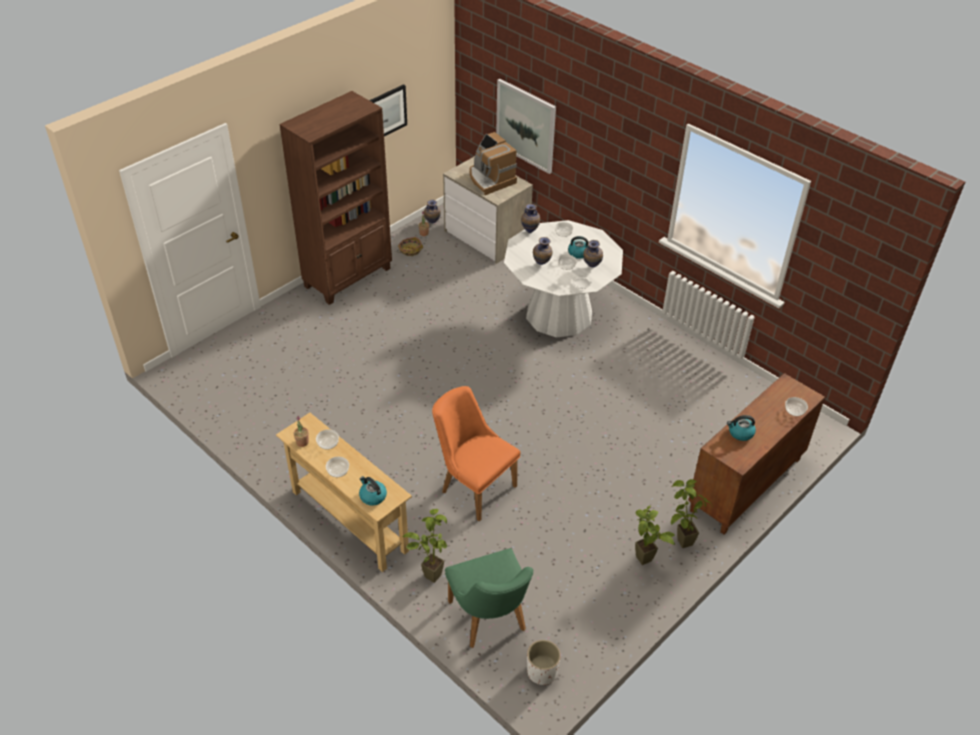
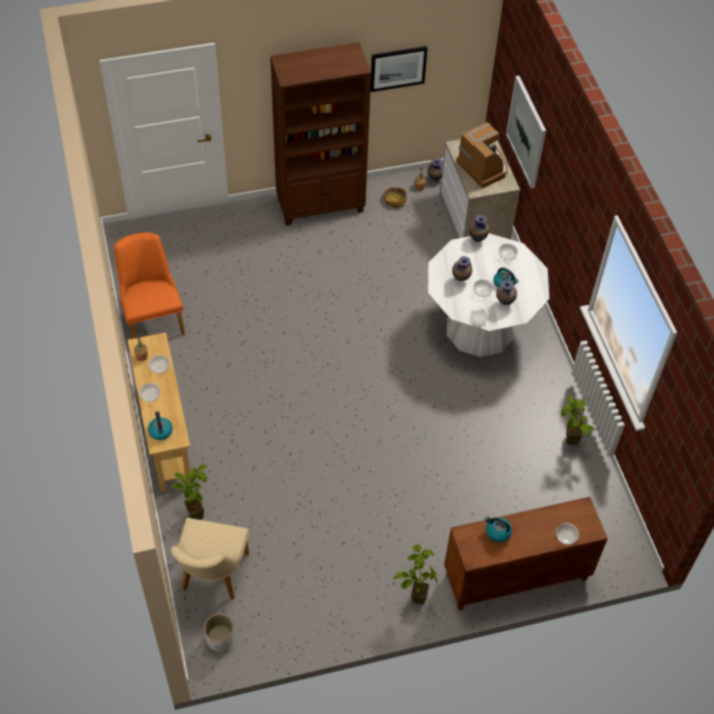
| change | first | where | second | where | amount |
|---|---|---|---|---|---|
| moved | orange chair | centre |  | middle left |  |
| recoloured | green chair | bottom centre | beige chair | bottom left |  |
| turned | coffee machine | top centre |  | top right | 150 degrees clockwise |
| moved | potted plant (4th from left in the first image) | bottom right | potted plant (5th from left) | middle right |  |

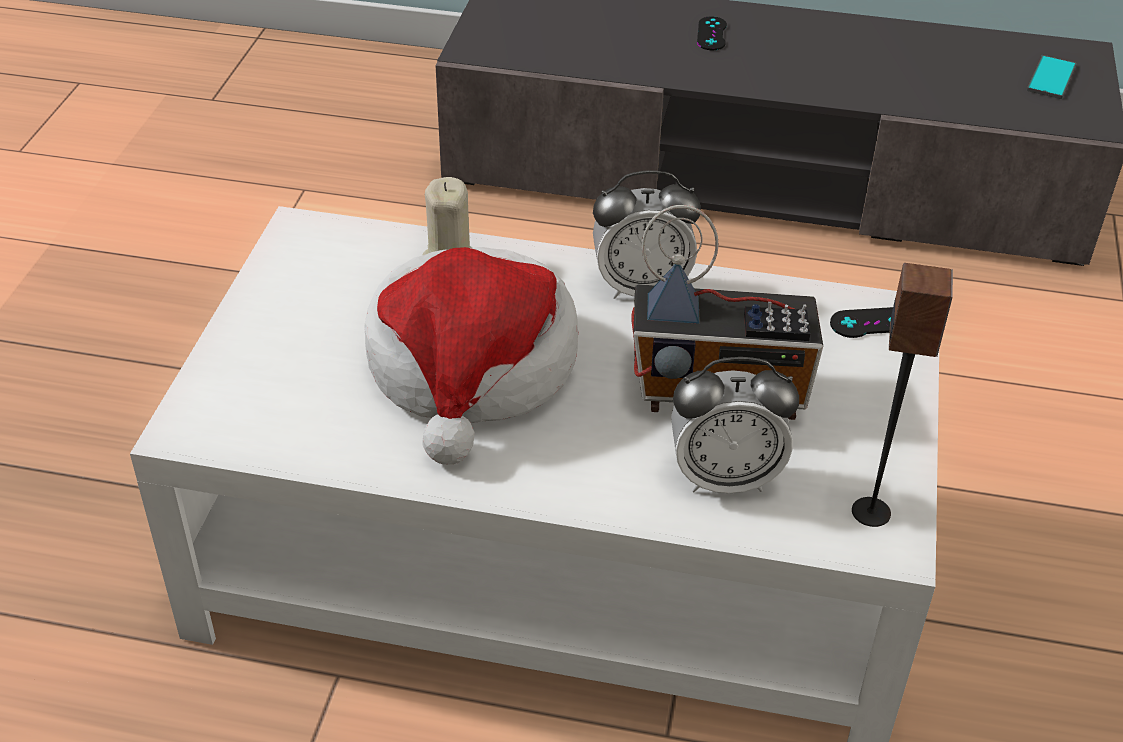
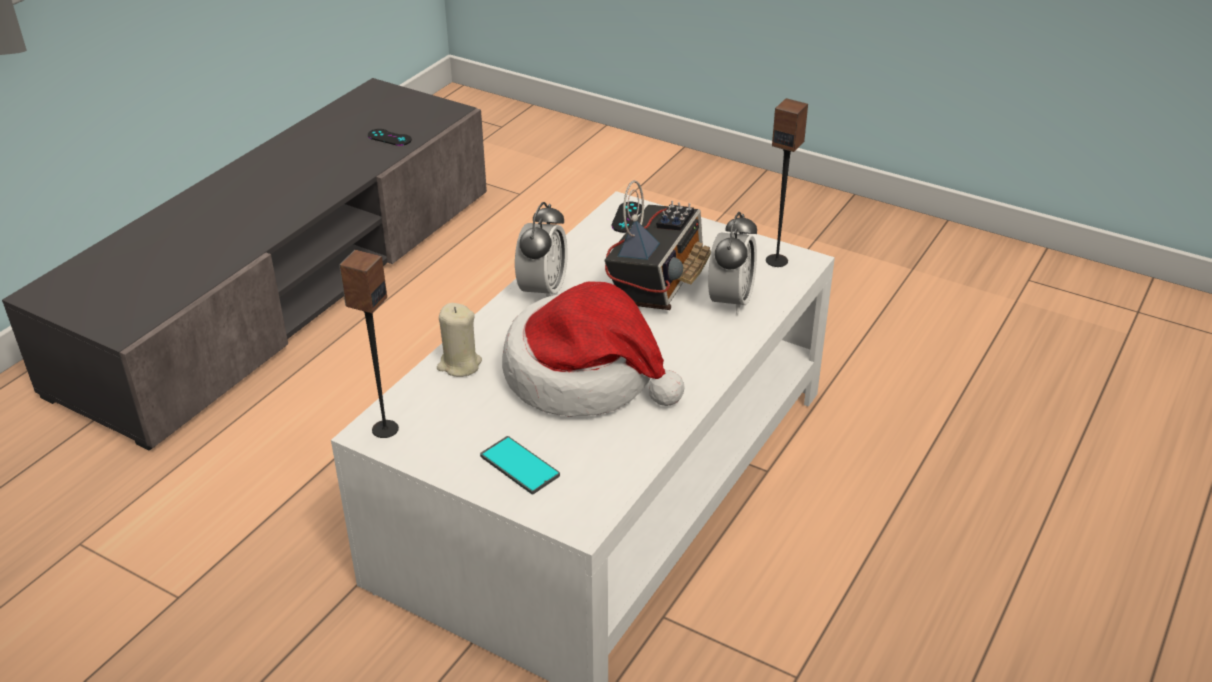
| change | first | where | second | where | amount |
|---|---|---|---|---|---|
| added |  |  | speaker (1st from left) | middle left |  |
| moved | black game controller (1st from left) | top centre |  | top left |  |
| moved | phone | top right |  | bottom centre |  |

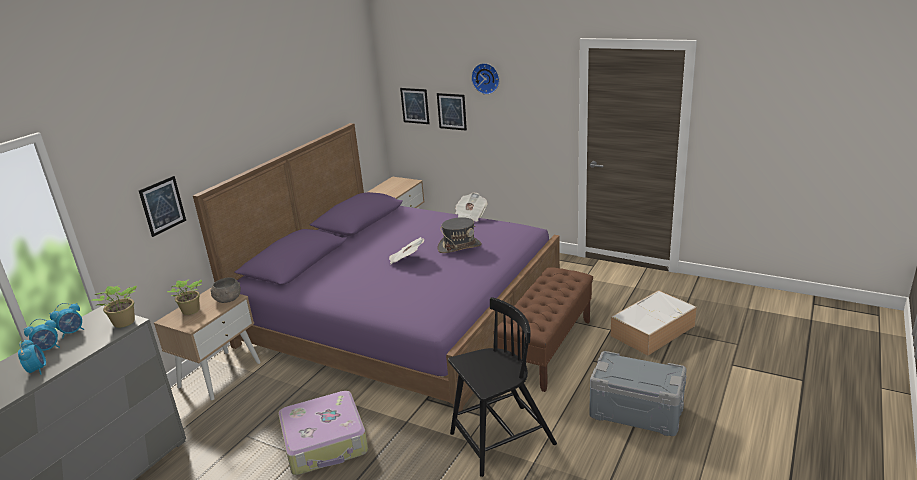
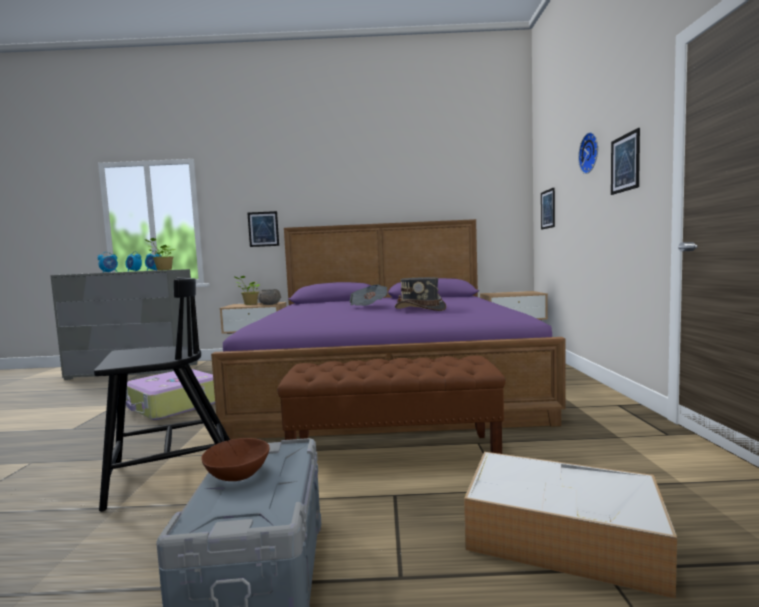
| change | first | where | second | where | amount |
|---|---|---|---|---|---|
| turned | black chair | bottom centre |  | middle left | 60 degrees counterclockwise |
| added |  |  | brown bowl | bottom left |  |
| moved | picture (3rd from left) | top centre |  | top right |  |
| removed | newspaper (2nd from left) | centre |  |  |  |

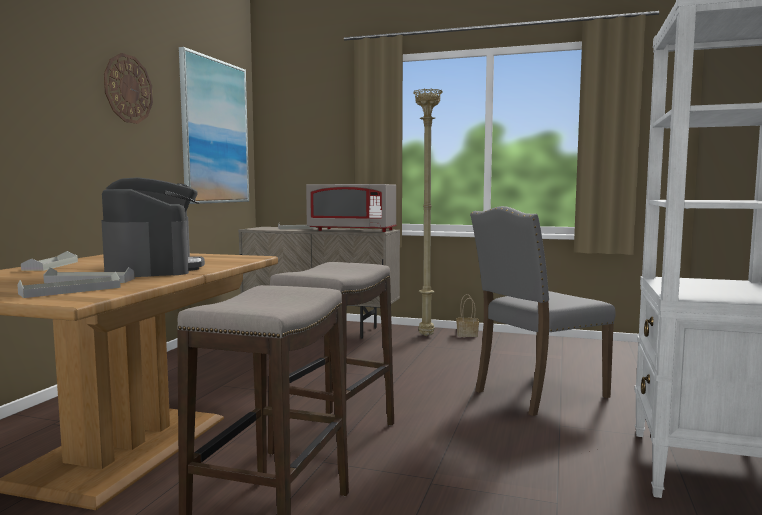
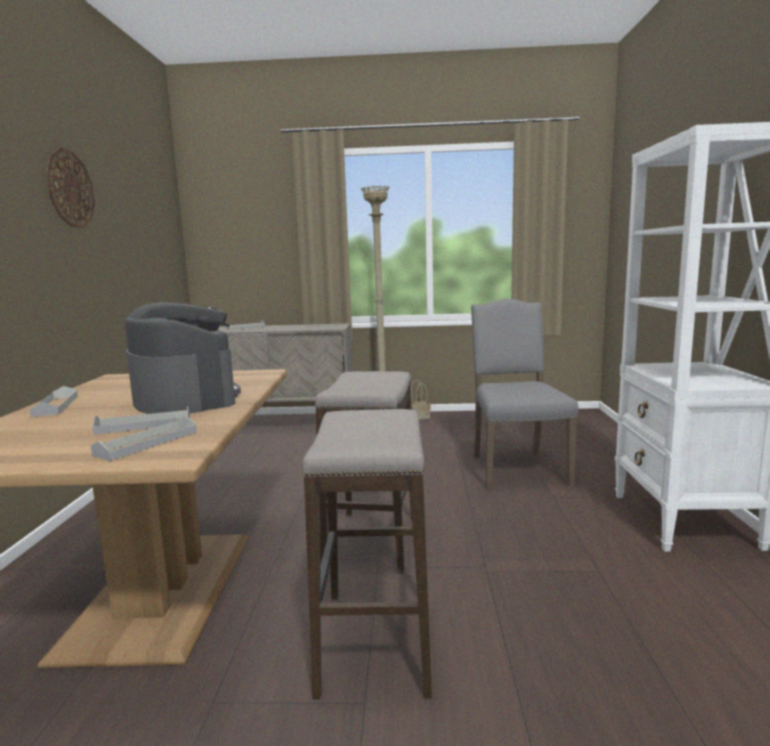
| change | first | where | second | where | amount |
|---|---|---|---|---|---|
| turned | grey chair | middle right |  | middle right | 135 degrees clockwise |
| removed | picture | top left |  |  |  |
| removed | grey microwave | centre |  |  |  |

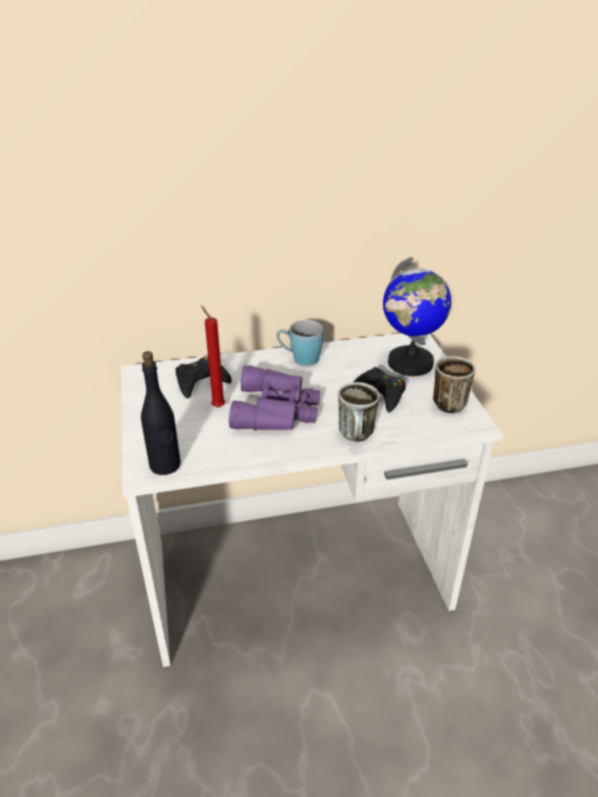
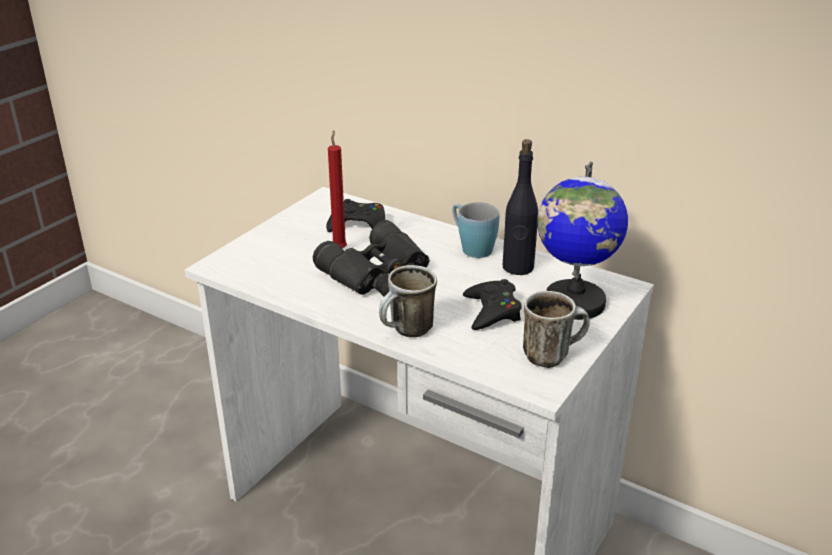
| change | first | where | second | where | amount |
|---|---|---|---|---|---|
| recoloured | purple binoculars | centre | black binoculars | centre |  |
| moved | black bottle | middle left |  | centre |  |

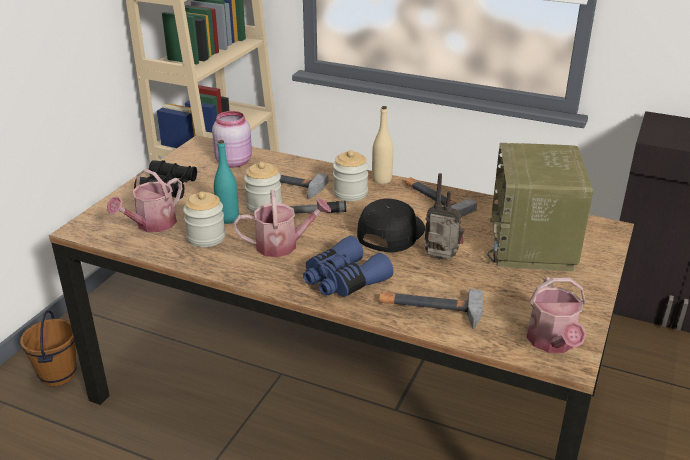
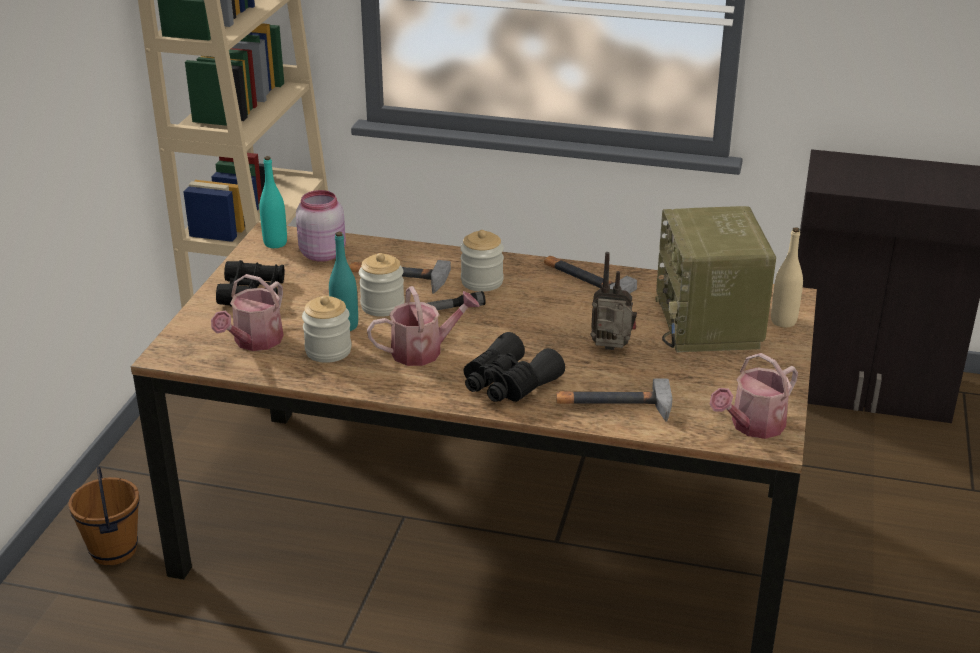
| change | first | where | second | where | amount |
|---|---|---|---|---|---|
| added |  |  | turquoise bottle (1st from left) | top left |  |
| recoloured | blue binoculars | centre | black binoculars (2nd from left) | centre |  |
| turned | watering can (3rd from left) | bottom right |  | middle right | 60 degrees clockwise |
| moved | beige bottle | top centre |  | middle right |  |
| removed | black cap | centre |  |  |  |

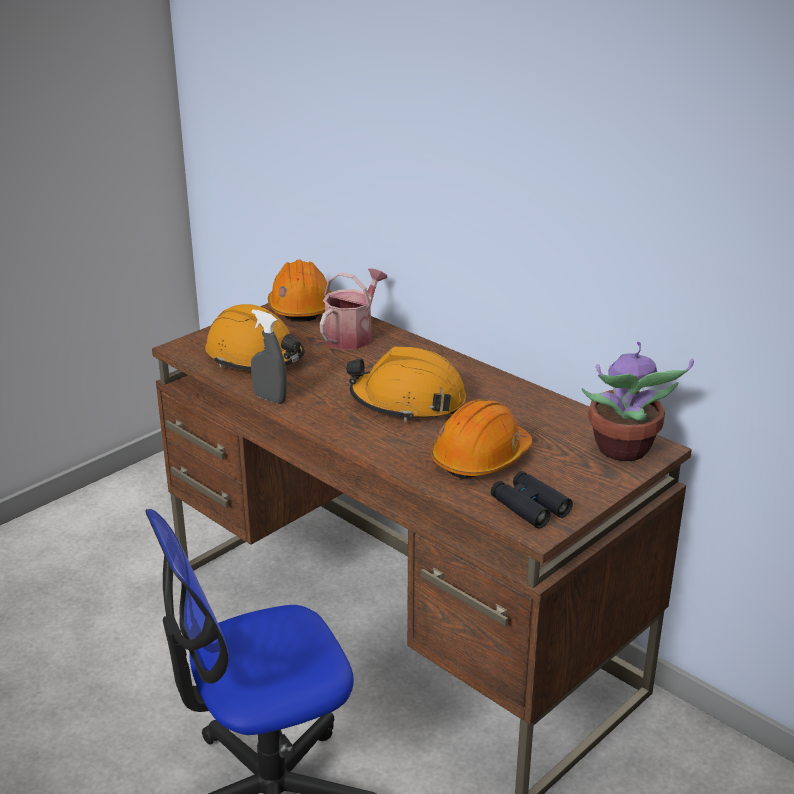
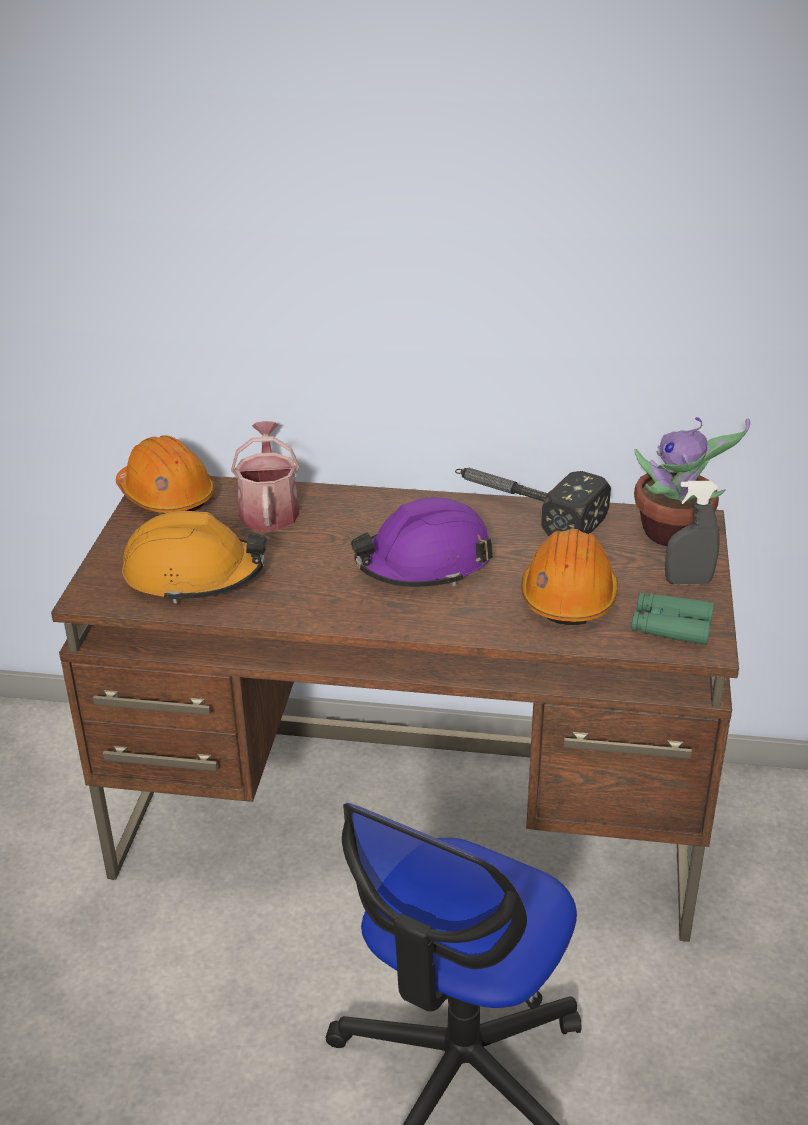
| change | first | where | second | where | amount |
|---|---|---|---|---|---|
| recoloured | orange hard hat (3rd from left) | centre | purple hard hat | centre |  |
| added |  |  | hammer | centre |  |
| recoloured | black binoculars | middle right | green binoculars | middle right |  |
| moved | grey spray bottle | centre |  | middle right |  |

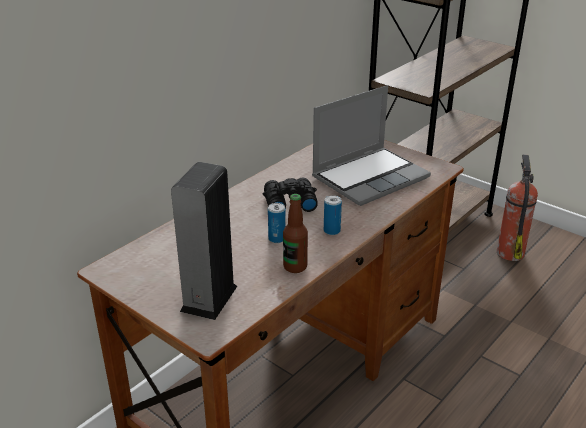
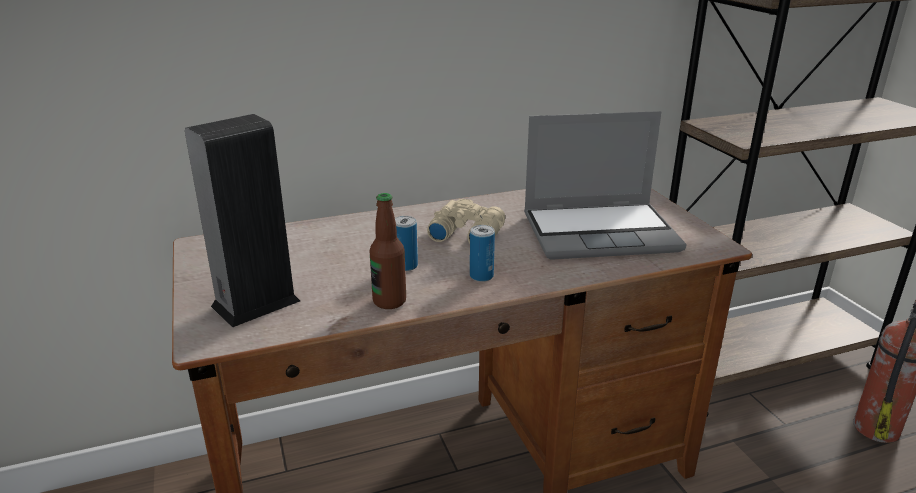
| change | first | where | second | where | amount |
|---|---|---|---|---|---|
| recoloured | black binoculars | centre | beige binoculars | centre |  |

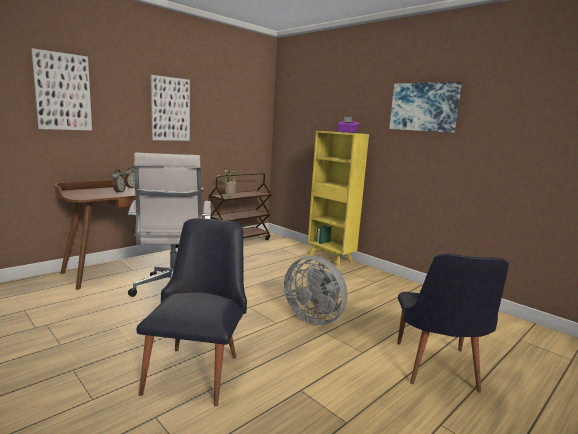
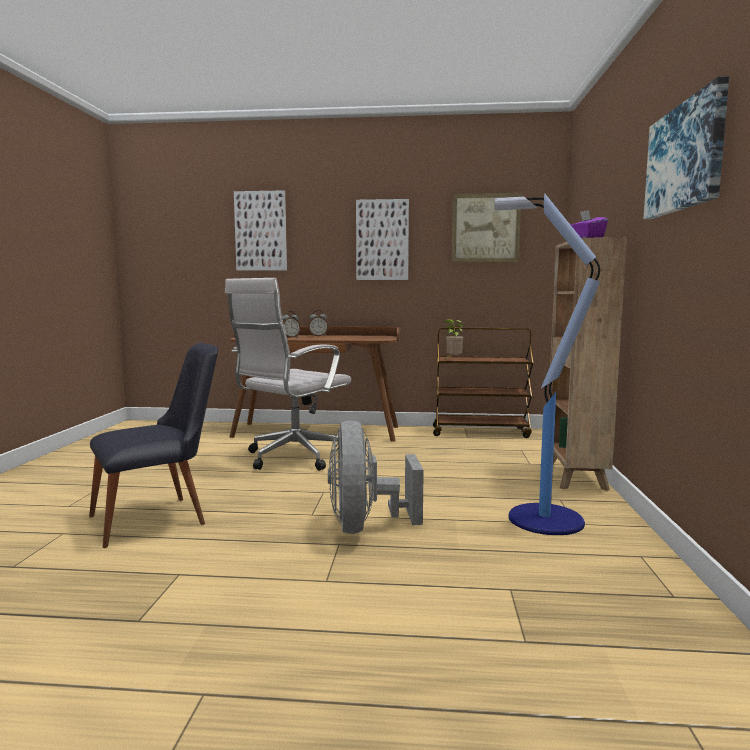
| change | first | where | second | where | amount |
|---|---|---|---|---|---|
| added |  |  | picture (3rd from left) | top centre |  |
| added |  |  | floor lamp | middle right |  |
| recoloured | yellow bookcase | centre | brown bookcase | middle right |  |
| removed | black chair (2nd from left) | bottom right |  |  |  |

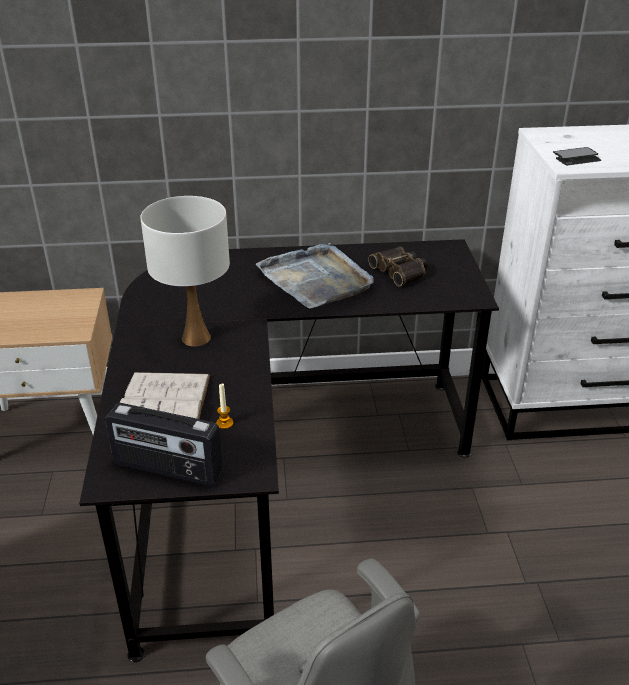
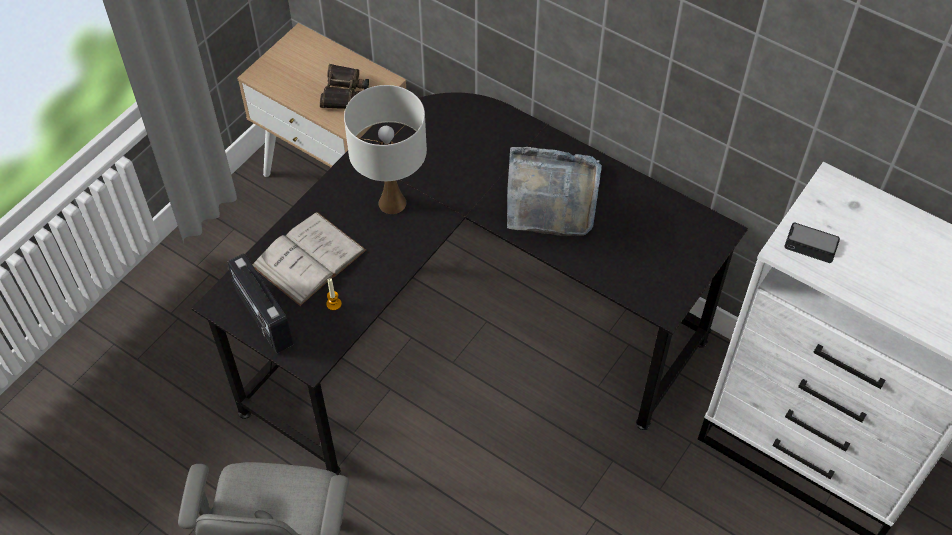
| change | first | where | second | where | amount |
|---|---|---|---|---|---|
| moved | binoculars | centre |  | top centre |  |

